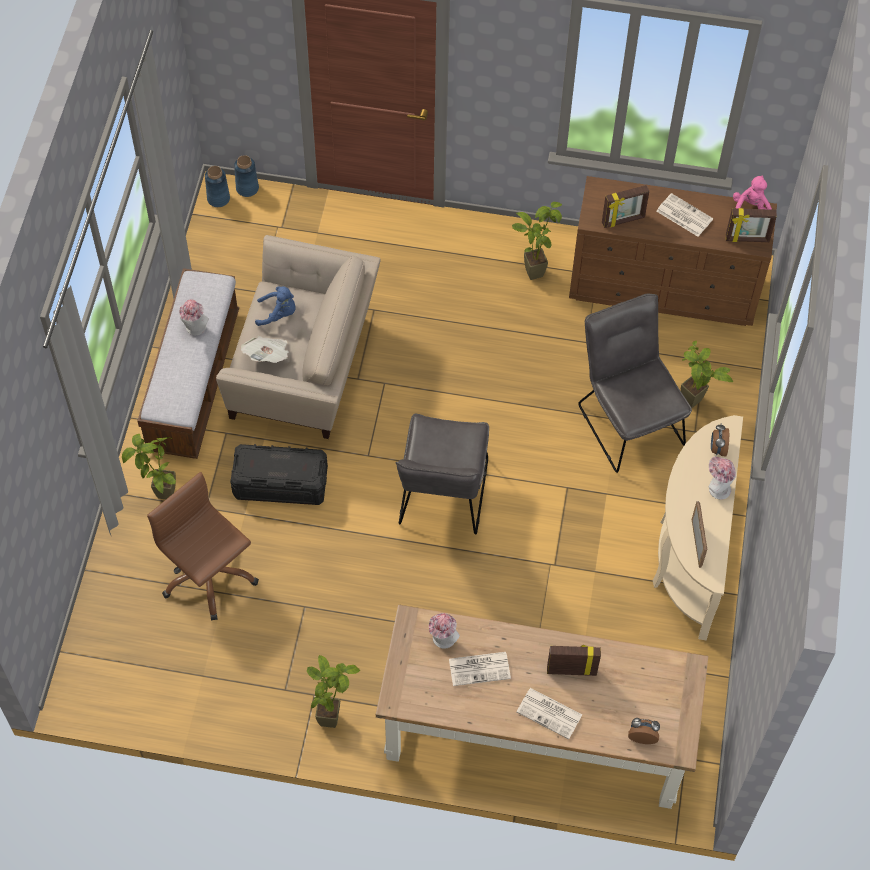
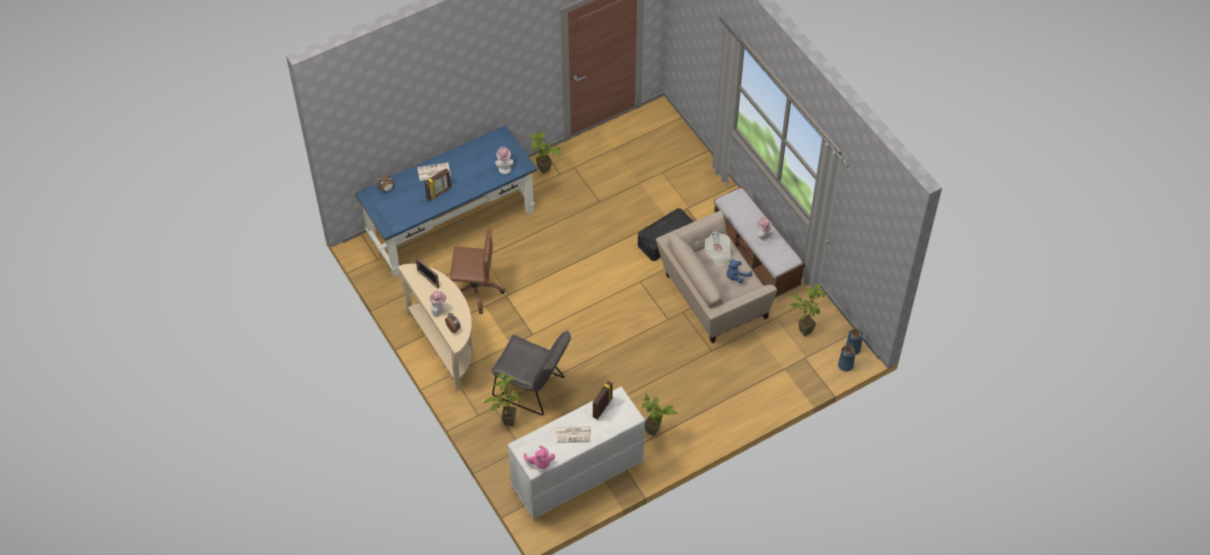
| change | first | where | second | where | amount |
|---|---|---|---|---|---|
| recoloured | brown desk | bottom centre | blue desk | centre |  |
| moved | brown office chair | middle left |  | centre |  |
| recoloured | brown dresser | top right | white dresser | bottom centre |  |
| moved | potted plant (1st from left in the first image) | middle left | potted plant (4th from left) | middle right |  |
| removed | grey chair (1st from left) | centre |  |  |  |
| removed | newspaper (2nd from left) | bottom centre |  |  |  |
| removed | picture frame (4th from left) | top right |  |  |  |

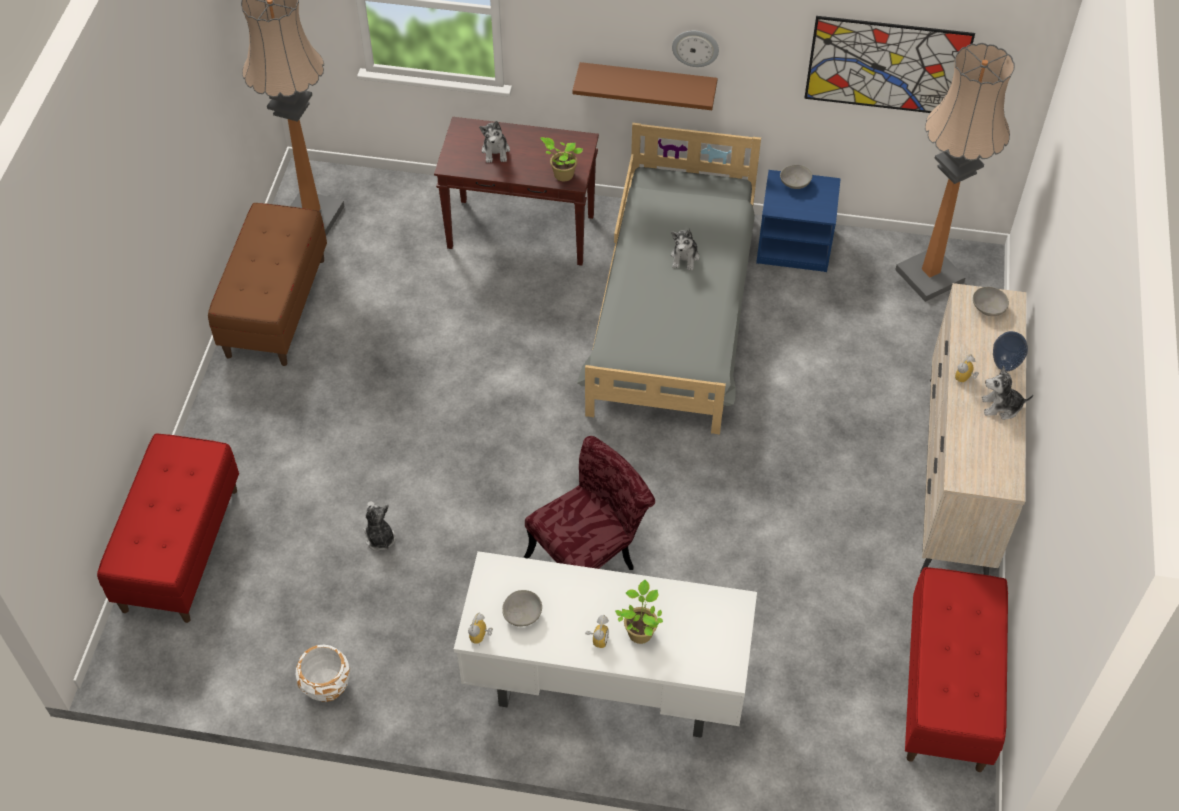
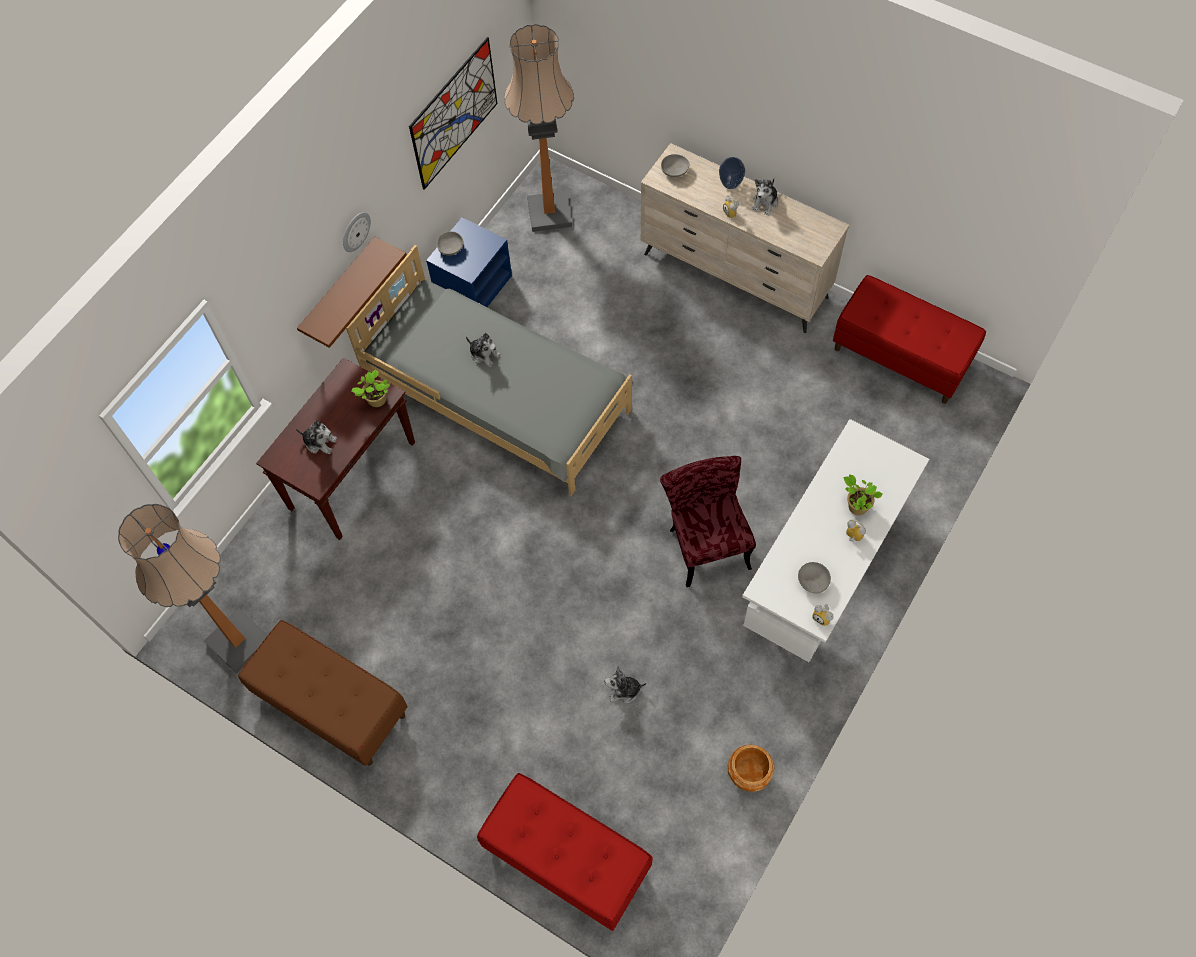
| change | first | where | second | where | amount |
|---|---|---|---|---|---|
| recoloured | white planter | bottom left | brown planter | bottom centre |  |

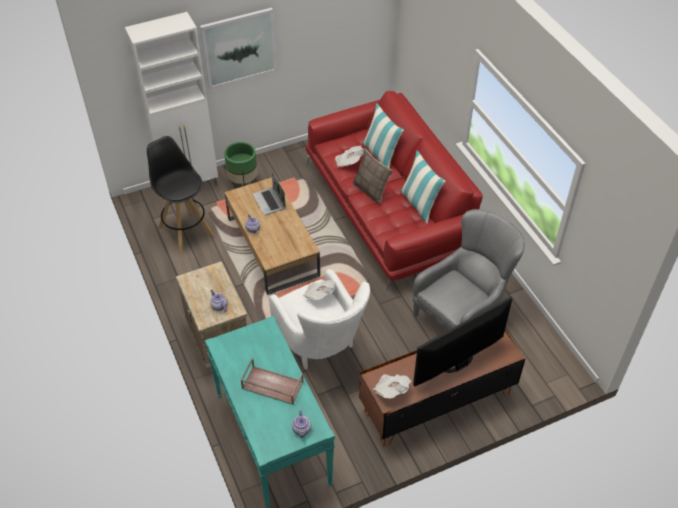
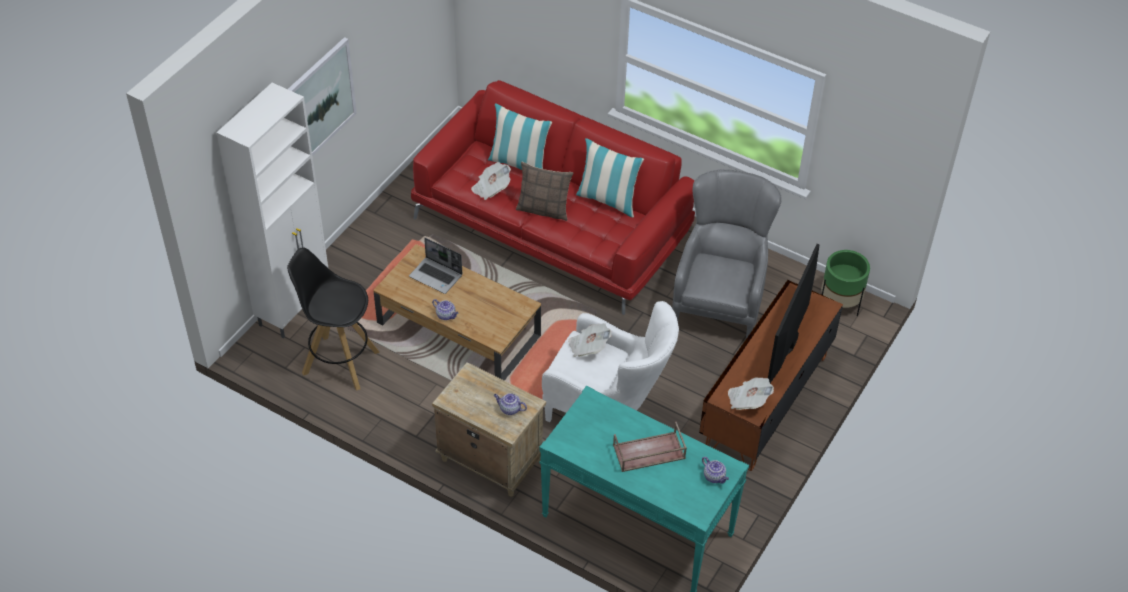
| change | first | where | second | where | amount |
|---|---|---|---|---|---|
| moved | green planter | top centre |  | middle right |  |

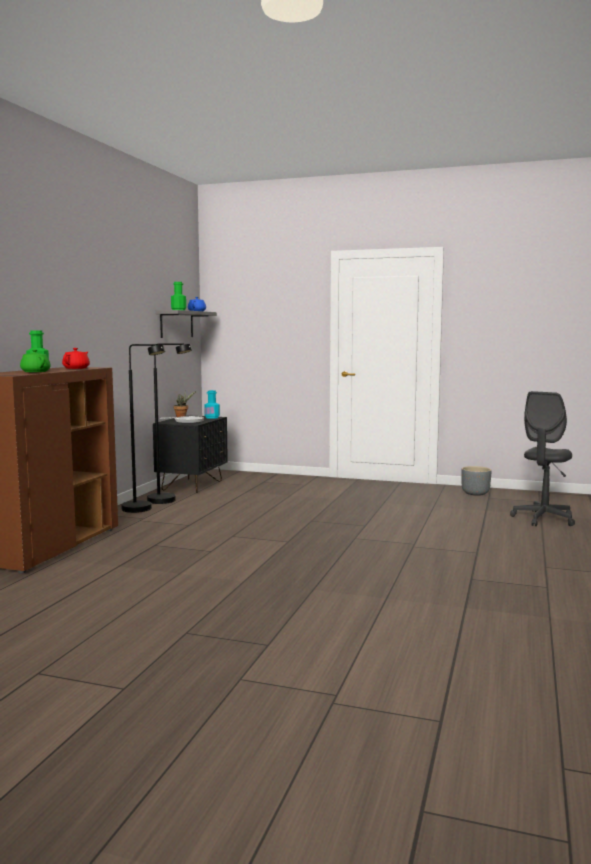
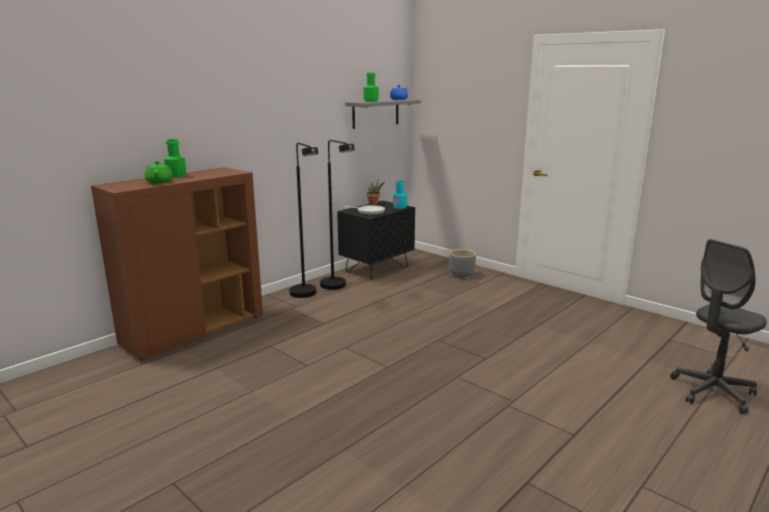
| change | first | where | second | where | amount |
|---|---|---|---|---|---|
| moved | grey planter | middle right |  | centre |  |
| removed | red teapot | middle left |  |  |  |

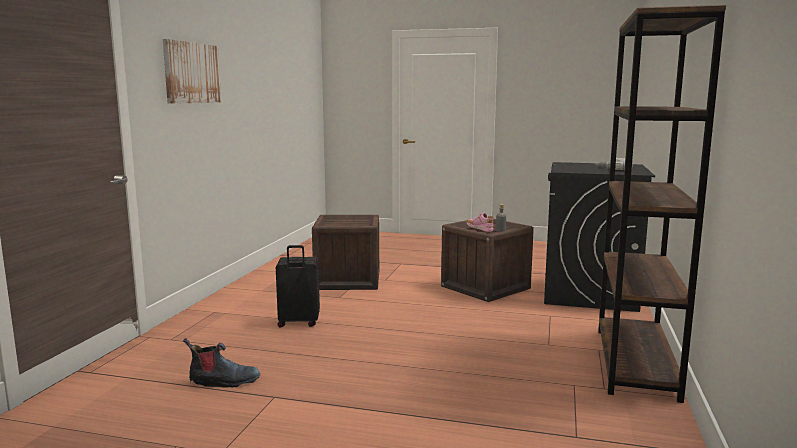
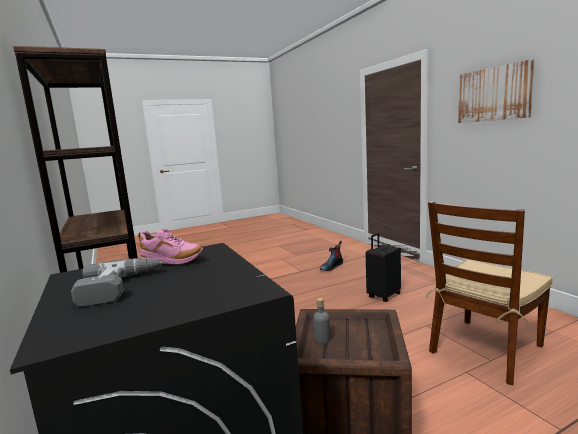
| change | first | where | second | where | amount |
|---|---|---|---|---|---|
| moved | pink shoe | centre |  | middle left |  |
| replaced | crate (1st from left) | centre | brown chair | bottom right |  |

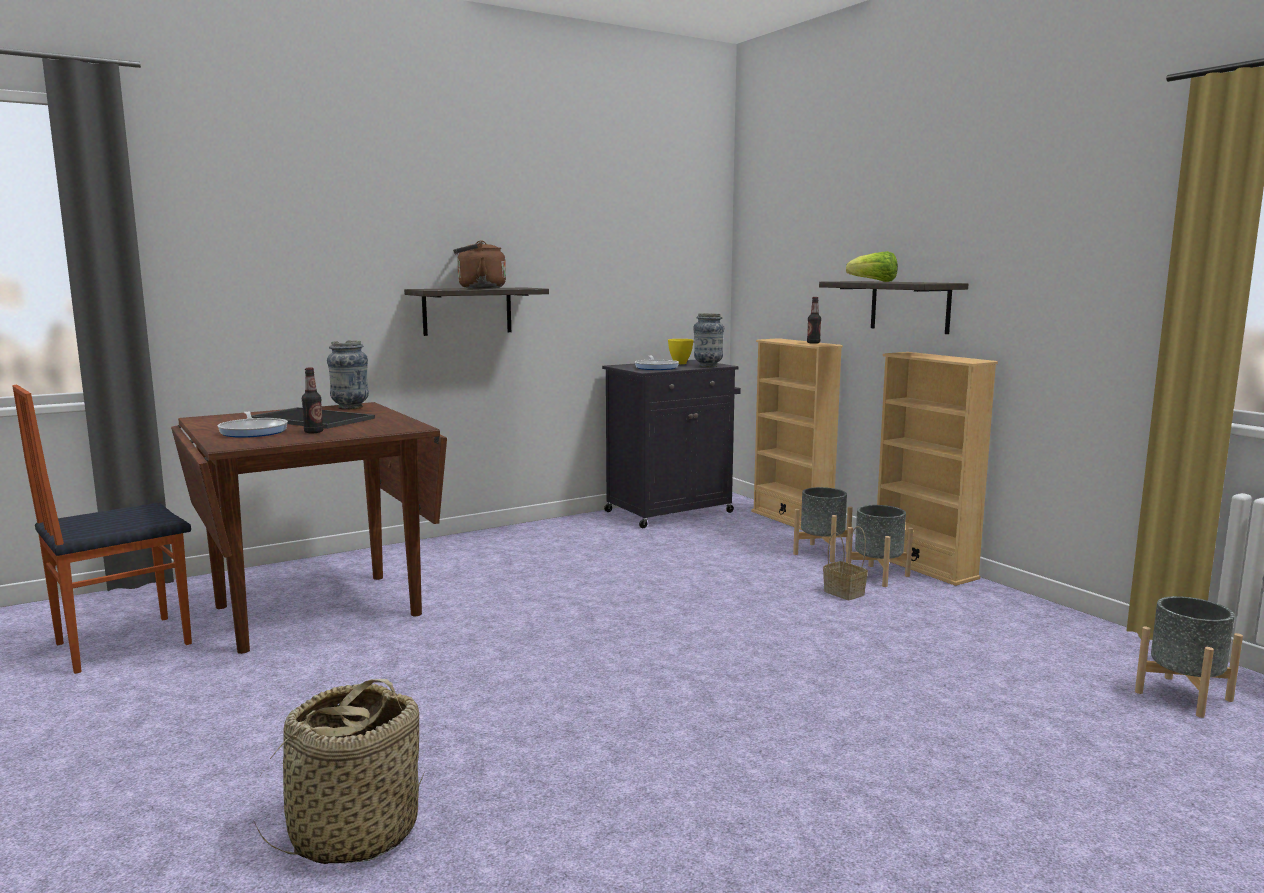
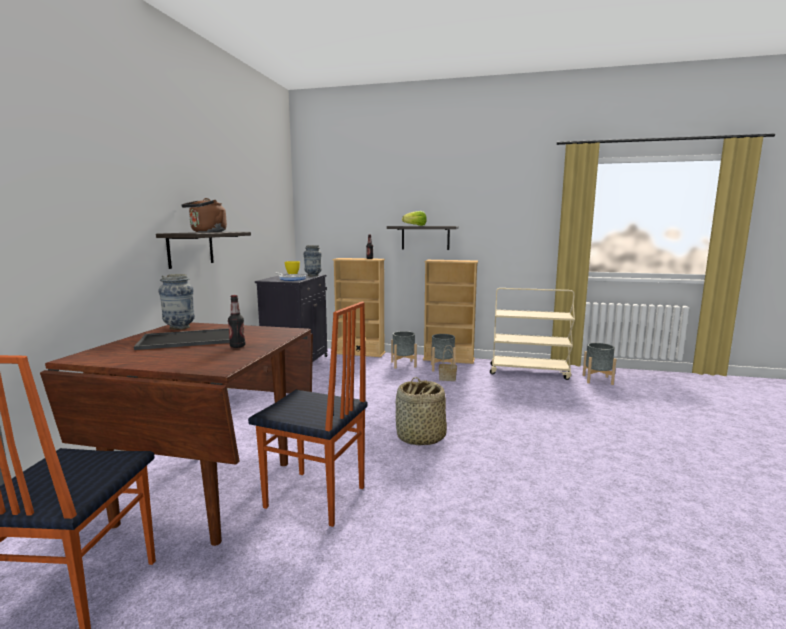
| change | first | where | second | where | amount |
|---|---|---|---|---|---|
| added |  |  | chair (2nd from left) | centre |  |
| moved | basket (1st from left) | bottom left |  | centre |  |
| added |  |  | beige cart | middle right |  |
| removed | frying pan (1st from left) | middle left |  |  |  |

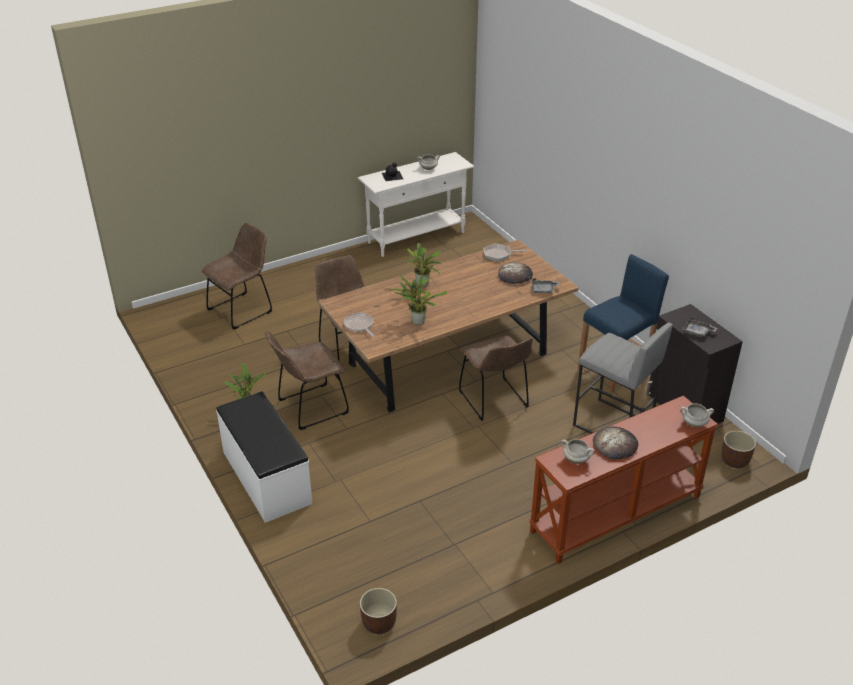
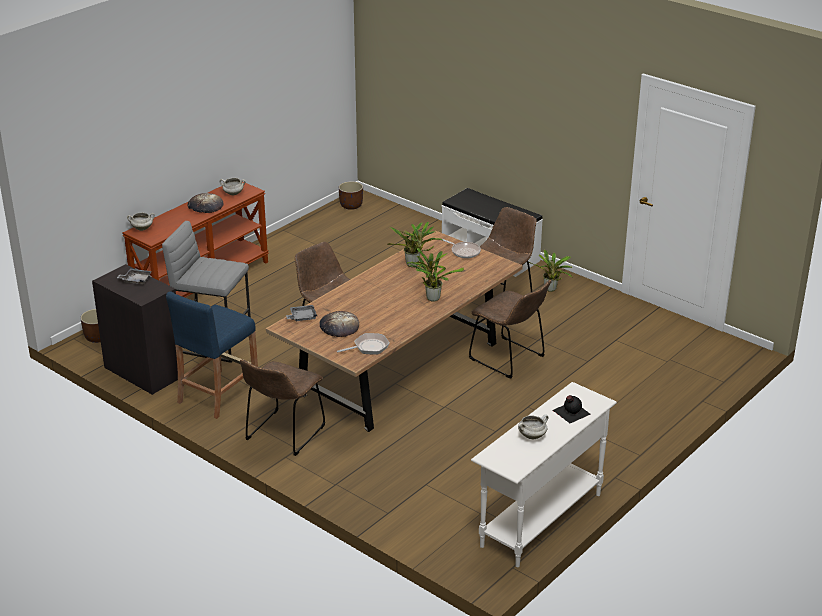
| change | first | where | second | where | amount |
|---|---|---|---|---|---|
| moved | brown chair (1st from left) | middle left |  | centre |  |

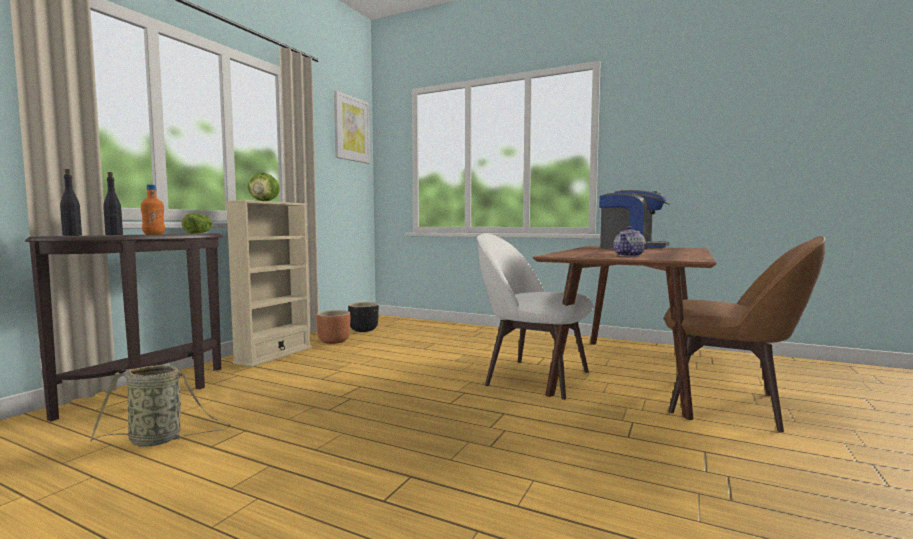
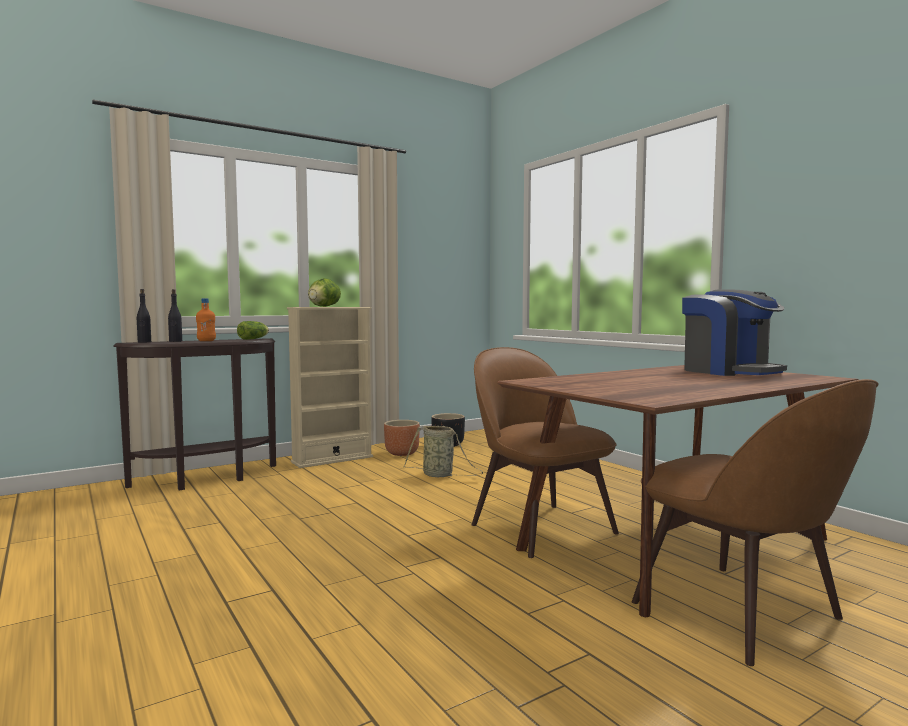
| change | first | where | second | where | amount |
|---|---|---|---|---|---|
| moved | basket | bottom left |  | centre |  |
| recoloured | white chair | centre | brown chair (1st from left) | centre |  |
| removed | picture | top centre |  |  |  |
| removed | teapot | middle right |  |  |  |

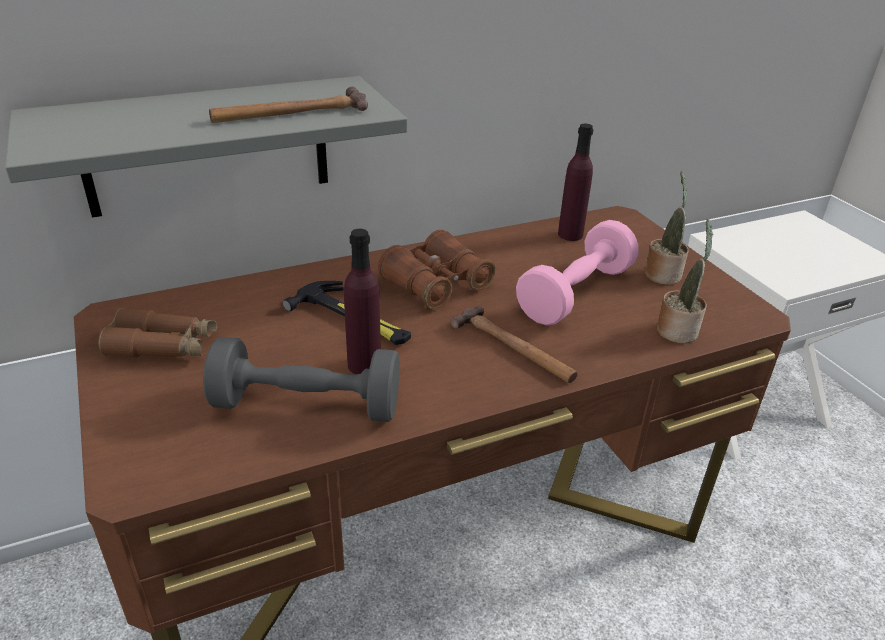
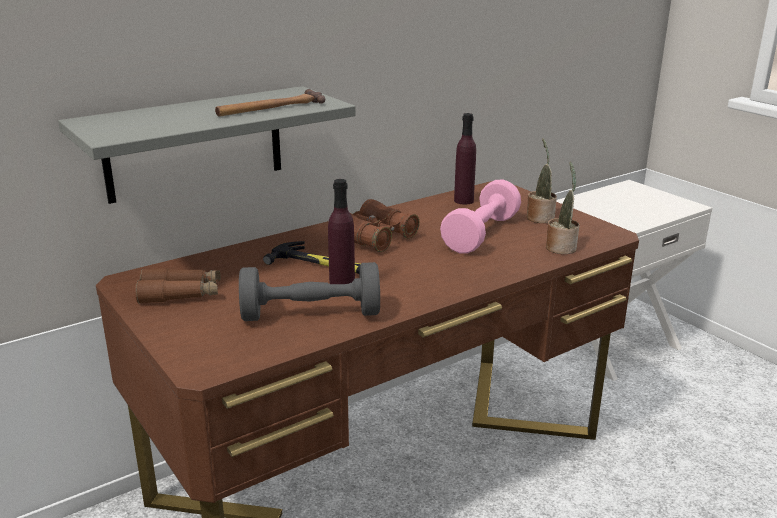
| change | first | where | second | where | amount |
|---|---|---|---|---|---|
| removed | hammer (3rd from left) | centre |  |  |  |

